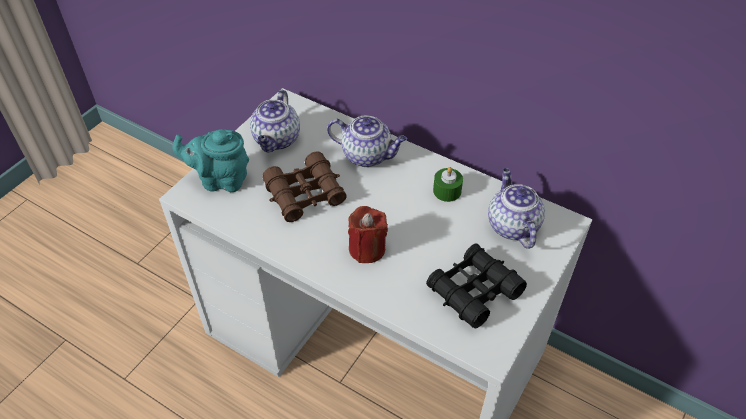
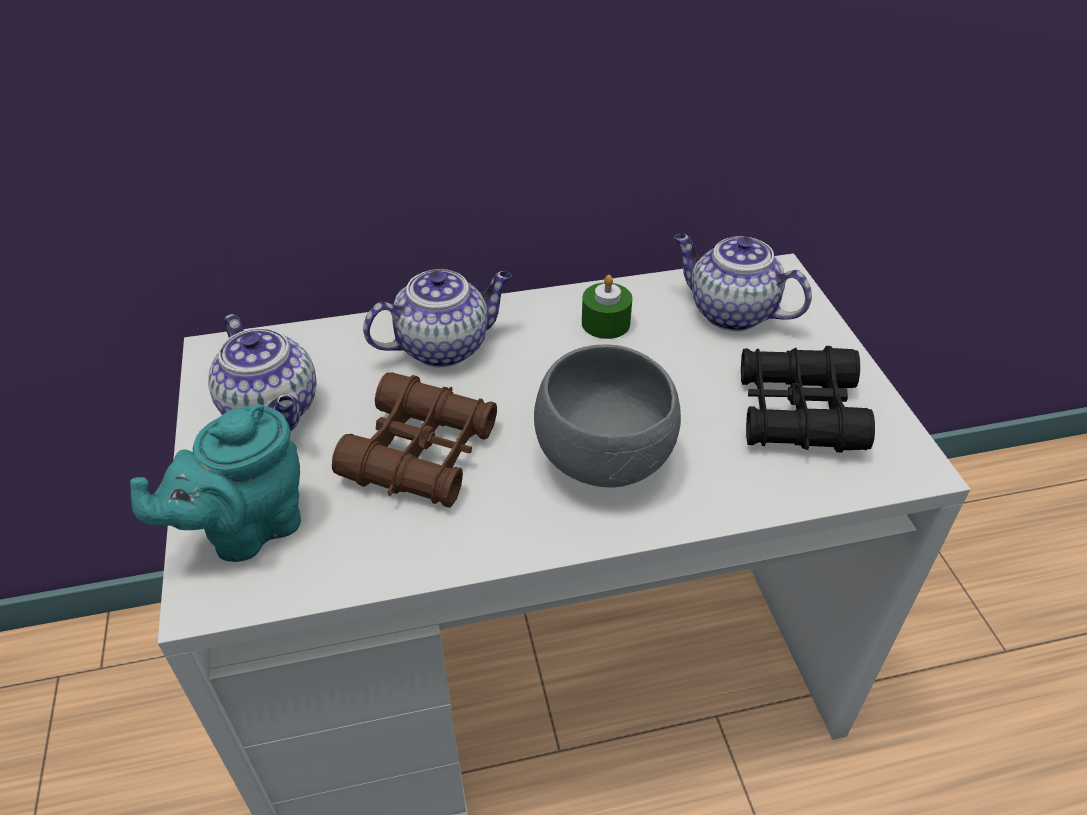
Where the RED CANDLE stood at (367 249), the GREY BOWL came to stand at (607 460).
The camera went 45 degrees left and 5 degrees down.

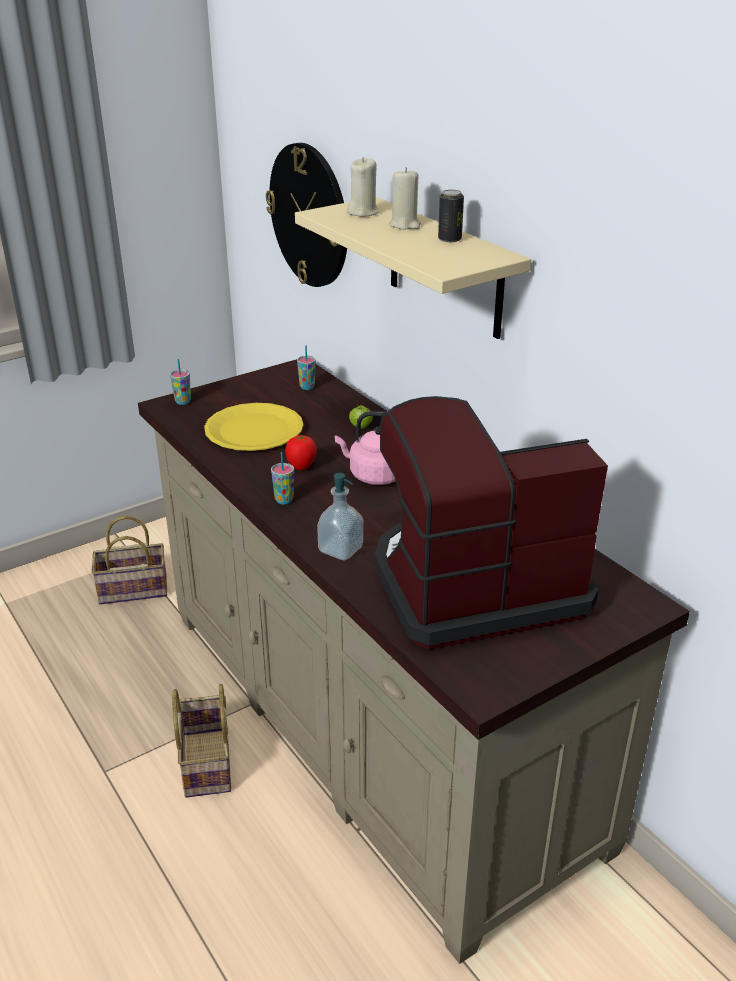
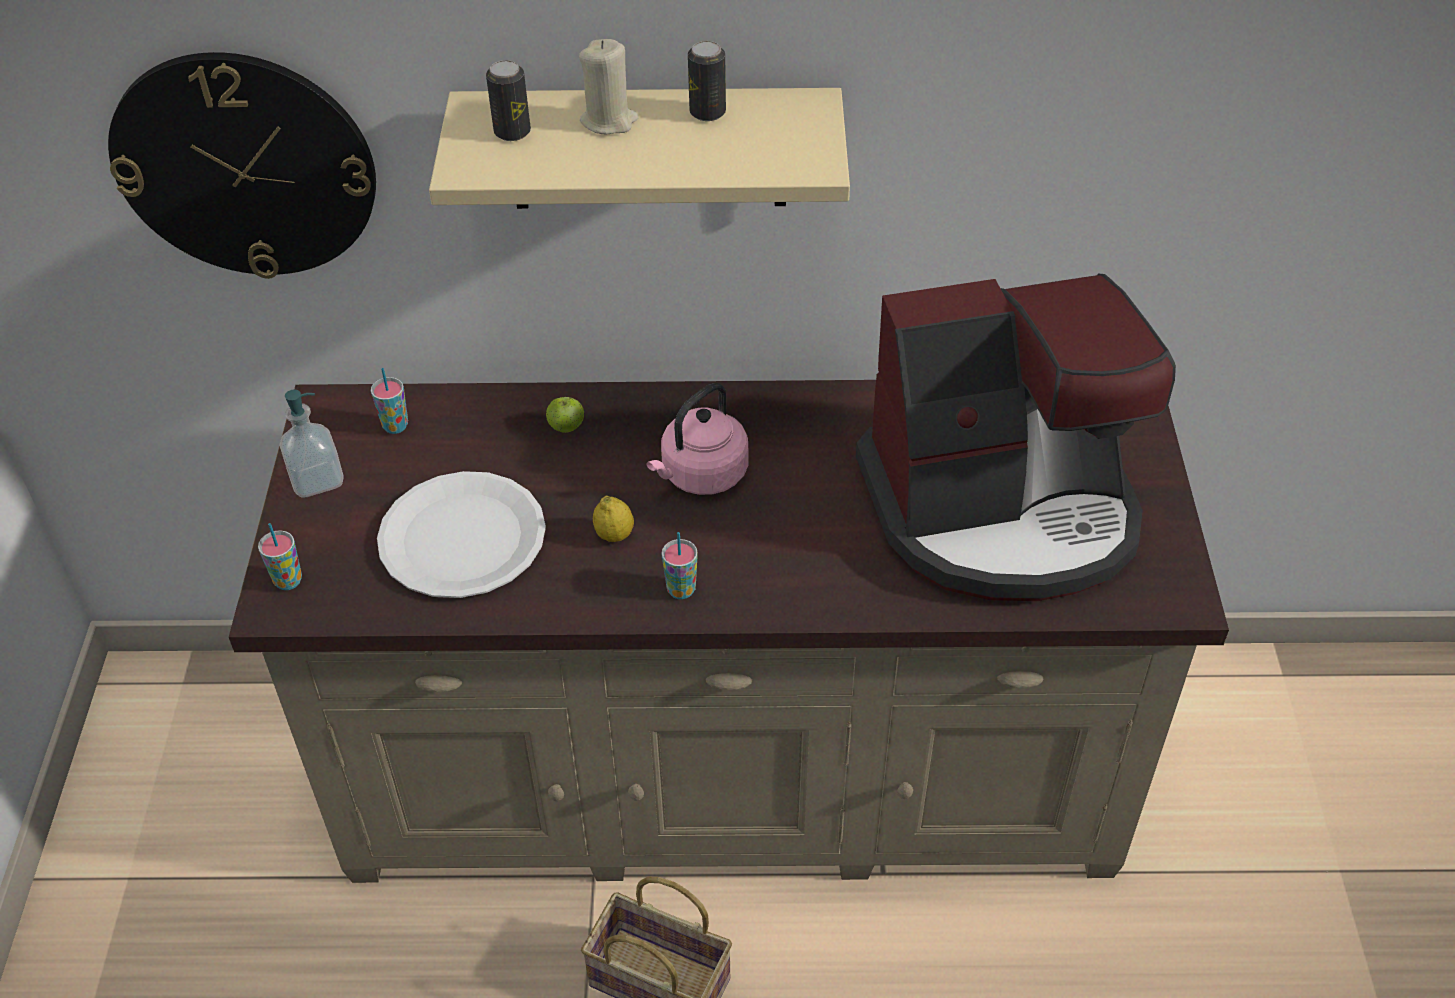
The second view lost the BASKET at (131 591).
The SOAP DISPENSER ended up elsewhere, having gone from (340 550) to (317 480).
Where the TOMATO stood at (301 467), the LEMON came to stand at (614 535).
Where the BEIGE CANDLE stood at (363 212), the CAN came to stand at (512 132).
What was the YELLOW PLATE at (254 430) turned into the WHITE PLATE at (462 537).
The COFFEE MACHINE at (473 586) ended up facing another way, 120 degrees counterclockwise from before.
The camera went 55 degrees left and 15 degrees up.

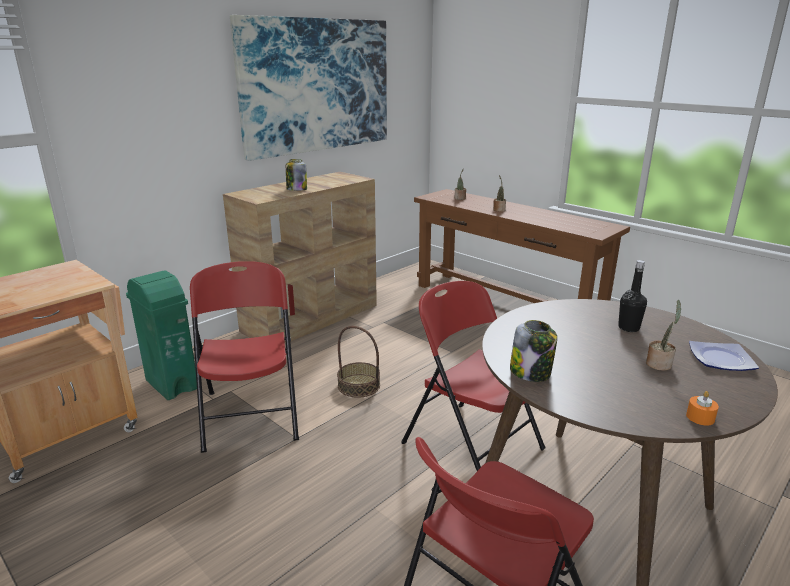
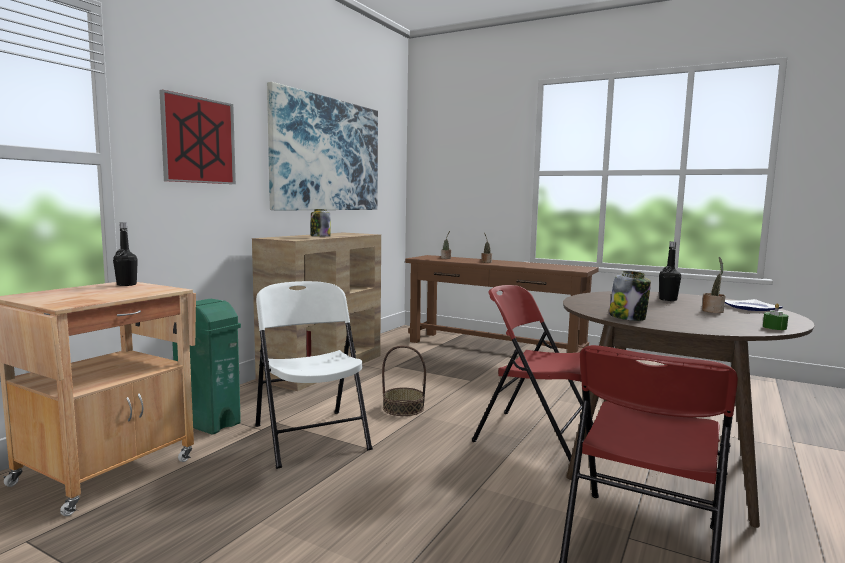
The second view gained the BLACK BOTTLE at (126 284).
The second view gained the PICTURE at (198 140).
What was the RED CHAIR at (252 415) turned into the WHITE CHAIR at (311 437).
What was the ORANGE CANDLE at (700 417) turned into the GREEN CANDLE at (774 327).
The camera went 15 degrees left and 15 degrees down.

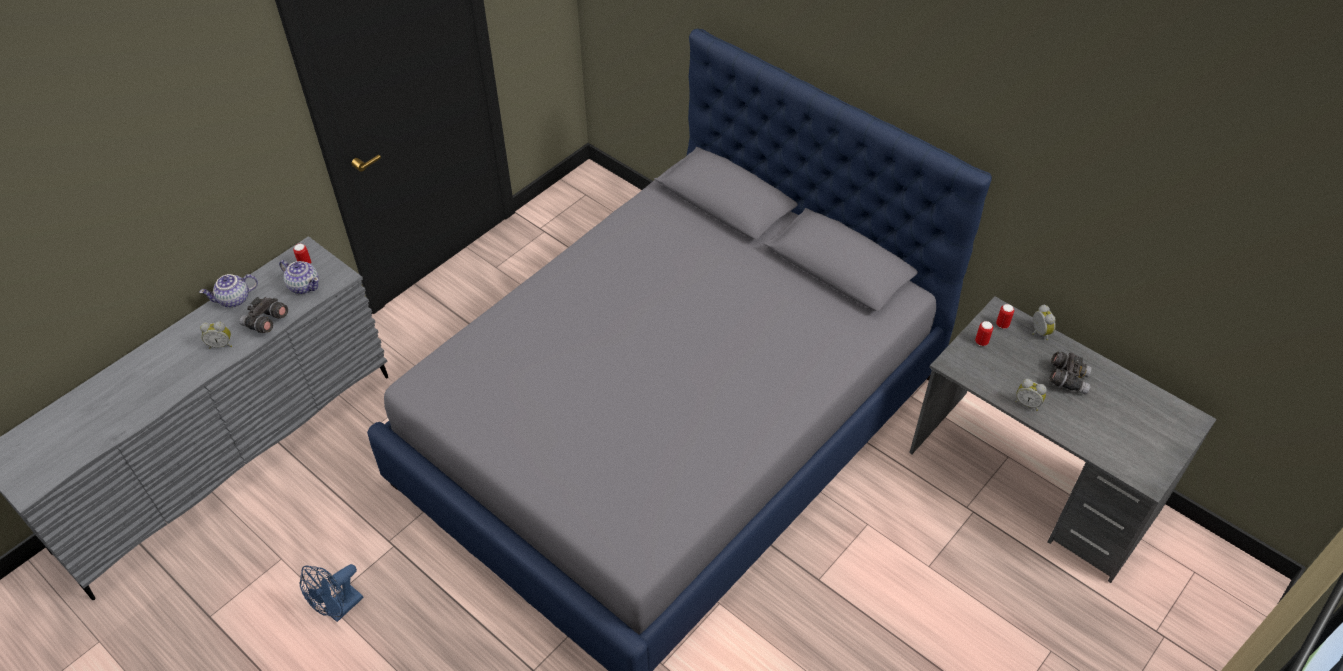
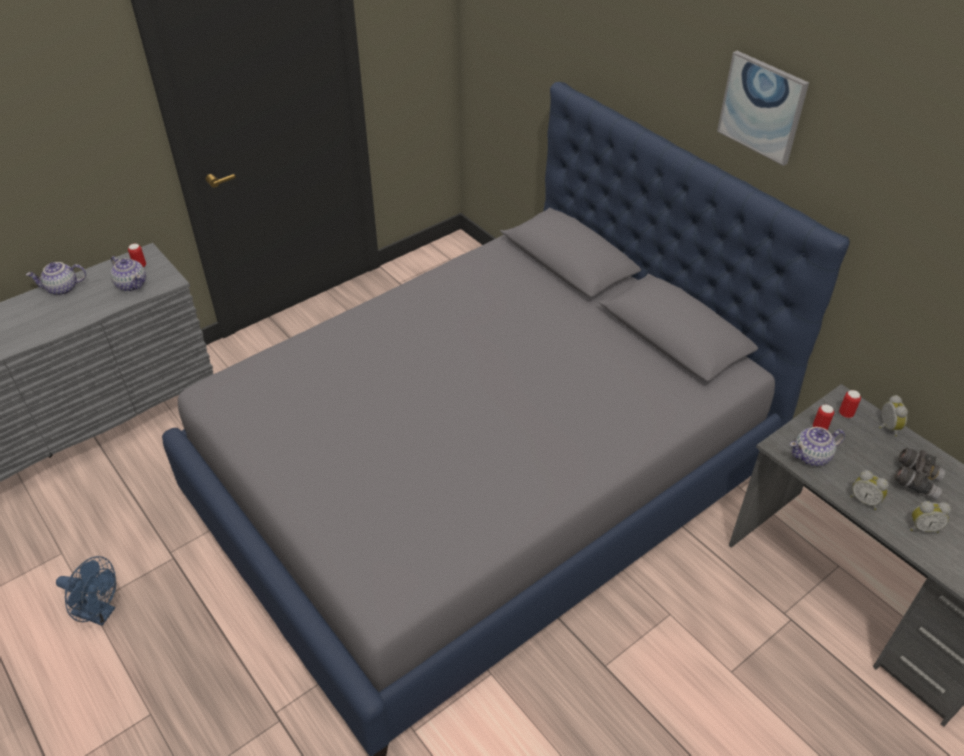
The second view lost the GREY BINOCULARS at (266 323).
The second view gained the PICTURE at (762 107).
The second view gained the TEAPOT at (812 456).
The ALARM CLOCK ended up elsewhere, having gone from (221 344) to (923 527).
The BLUE FAN at (339 609) ended up facing another way, 120 degrees counterclockwise from before.
The camera went 10 degrees right and 5 degrees down.

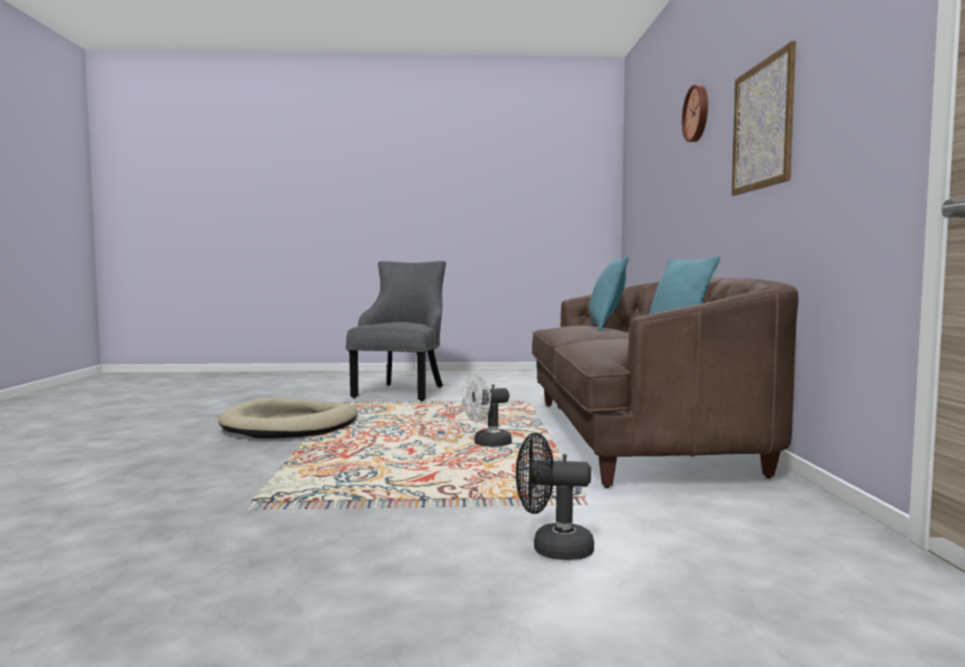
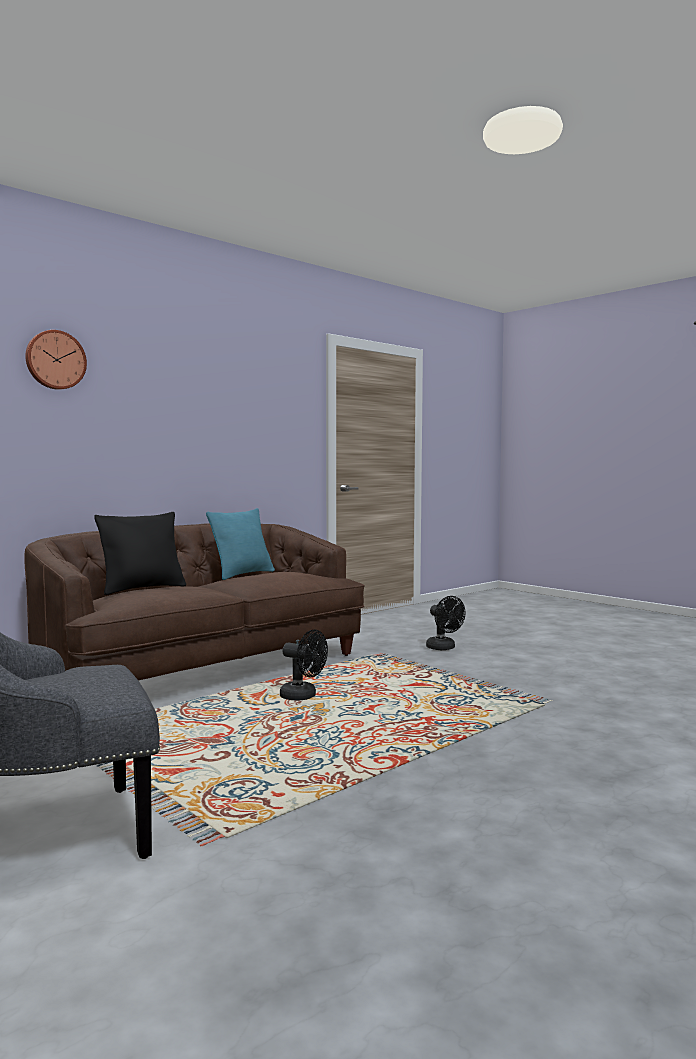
The second view lost the BEIGE DOG BED at (291 425).
The second view lost the PICTURE at (763 124).
What was the WHITE FAN at (486 444) turned into the BLACK FAN at (303 697).
What was the TURQUOISE PILLOW at (606 327) turned into the BLACK PILLOW at (142 589).
The camera went 130 degrees left and 0 degrees up.

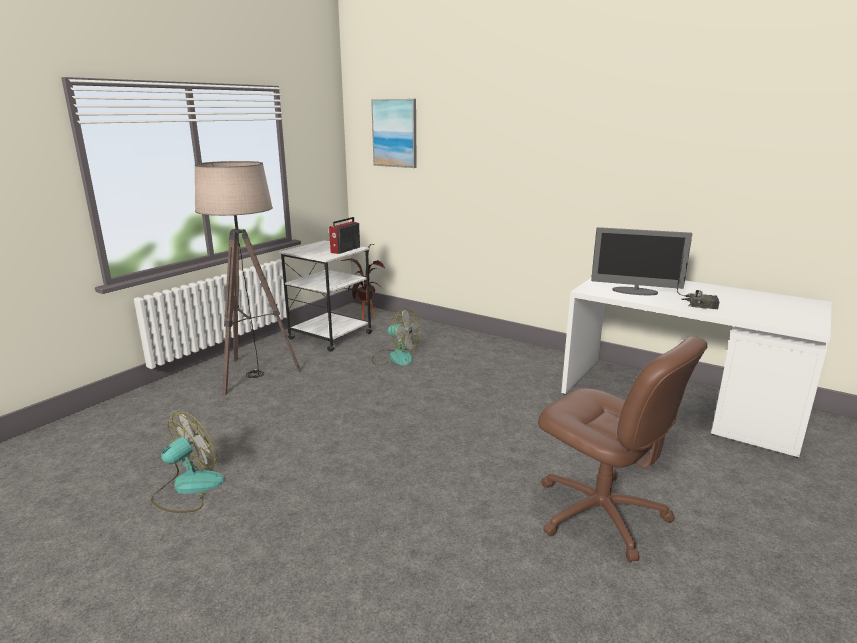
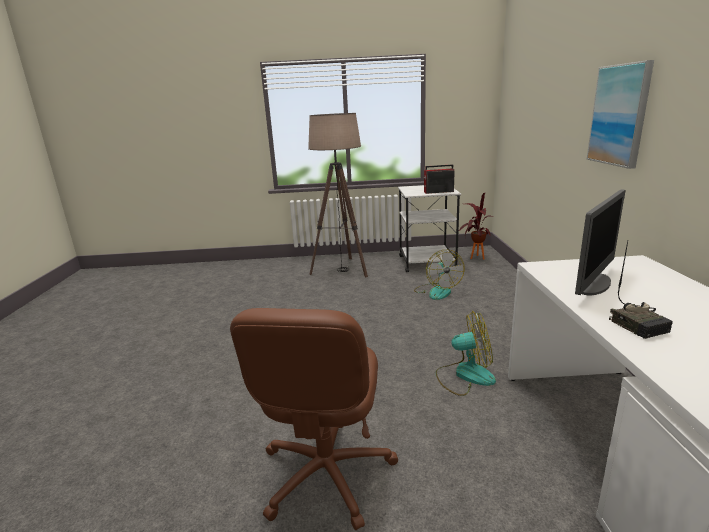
The FAN ended up elsewhere, having gone from (188 488) to (465 375).
The PICTURE ended up elsewhere, having gone from (395 133) to (619 115).
The MONITOR at (635 291) ended up facing another way, 120 degrees counterclockwise from before.
The camera went 55 degrees right and 0 degrees up.

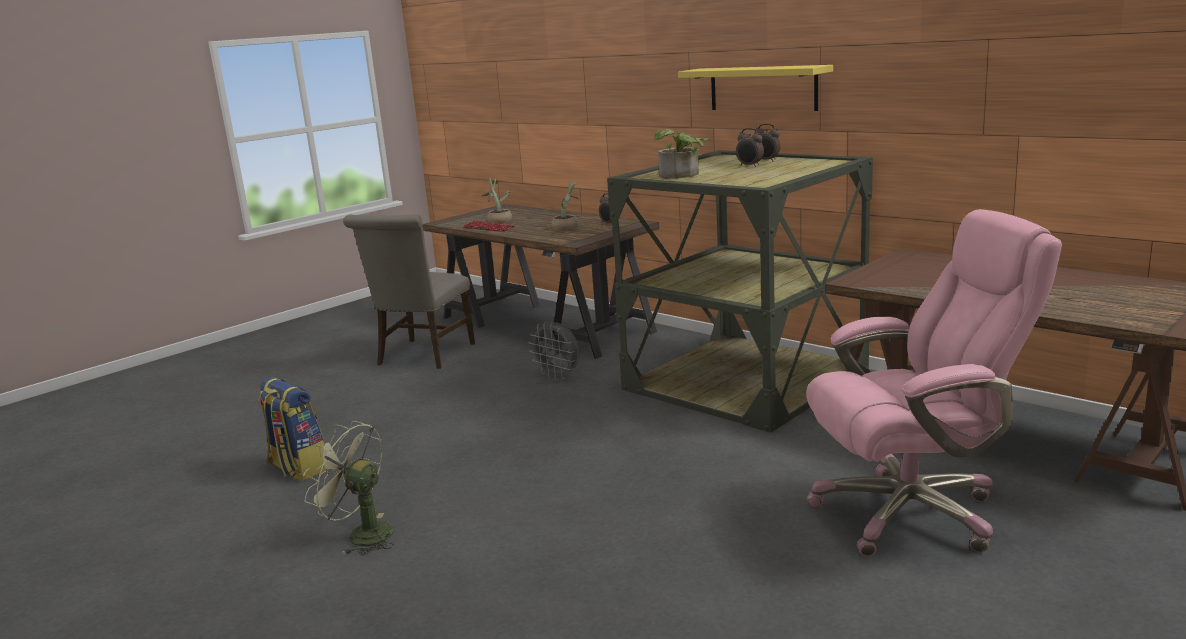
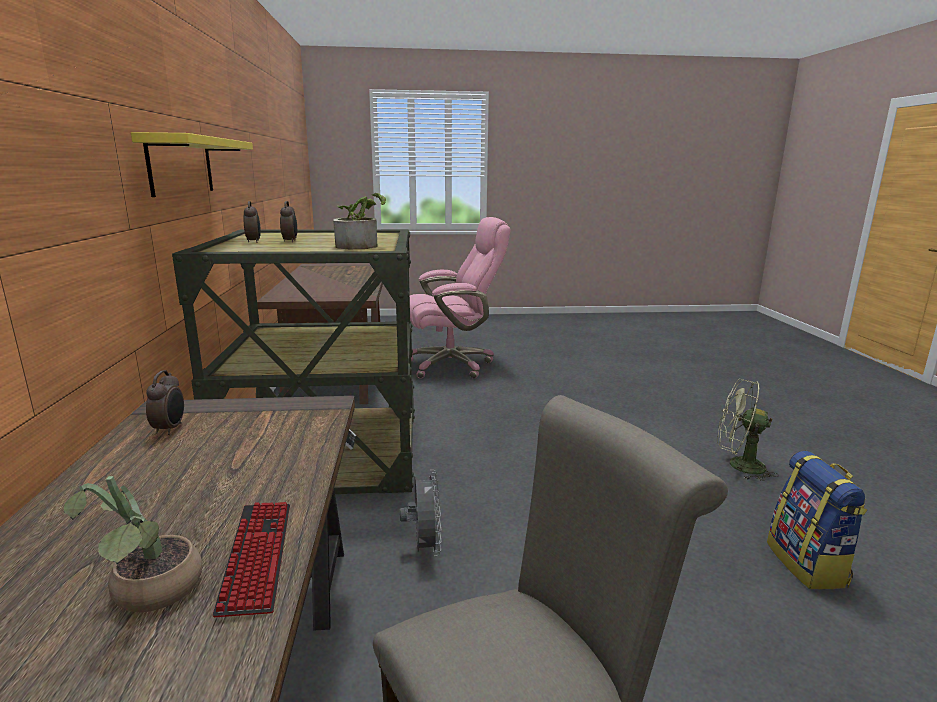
The second view lost the POTTED PLANT at (568 227).
The GREEN FAN at (361 534) ended up facing another way, 135 degrees clockwise from before.
The PINK OFFICE CHAIR at (914 515) ended up facing another way, 135 degrees clockwise from before.
The camera went 140 degrees left and 0 degrees up.

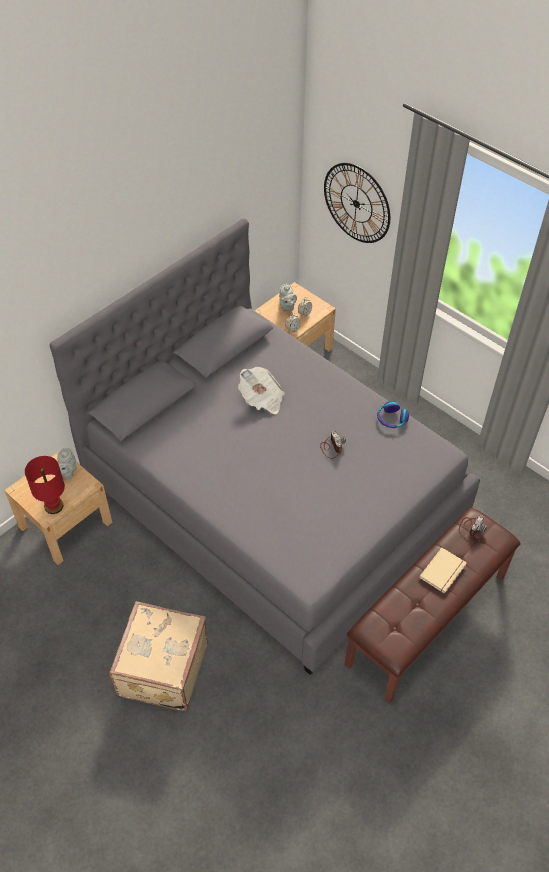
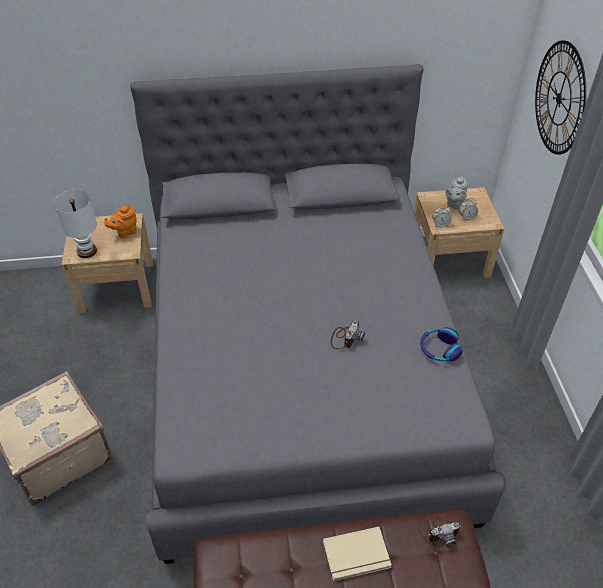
The second view lost the NEWSPAPER at (262 399).
What was the RED TABLE LAMP at (54 506) turned into the WHITE TABLE LAMP at (87 251).
What was the GREY TEAPOT at (67 472) turned into the ORANGE TEAPOT at (125 232).
The camera went 40 degrees right and 5 degrees down.

